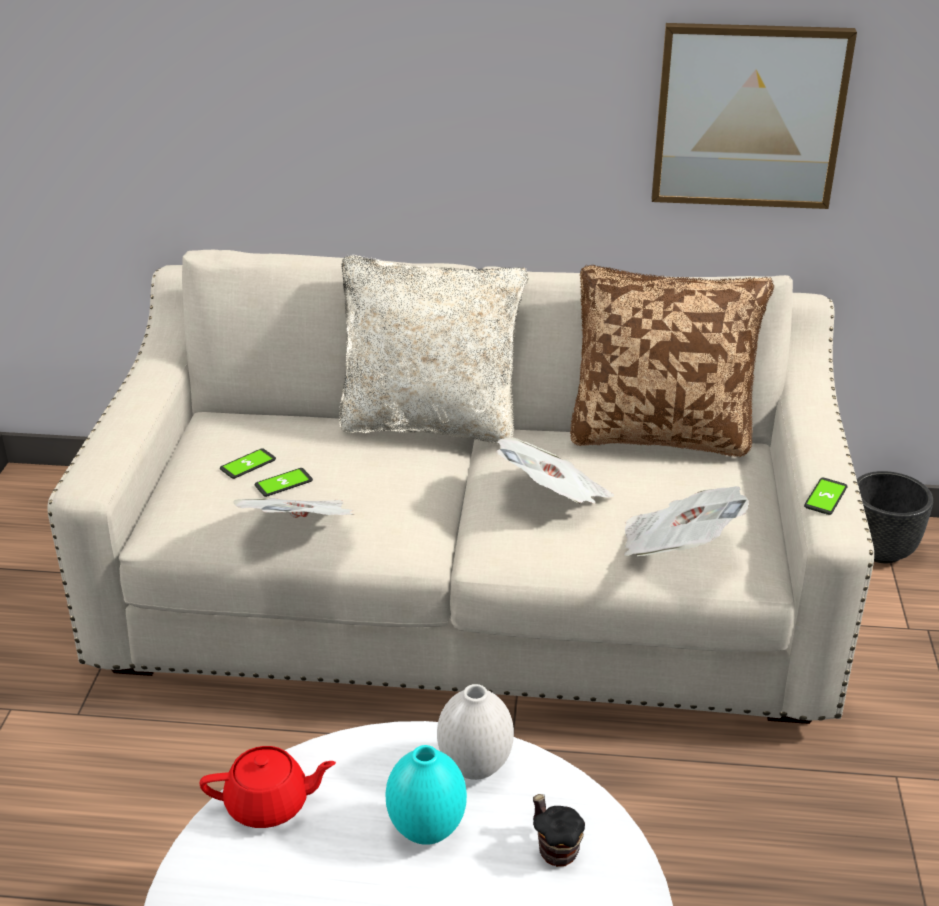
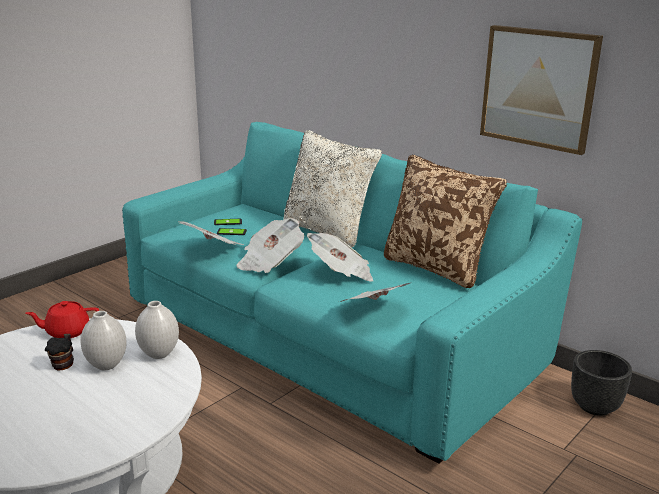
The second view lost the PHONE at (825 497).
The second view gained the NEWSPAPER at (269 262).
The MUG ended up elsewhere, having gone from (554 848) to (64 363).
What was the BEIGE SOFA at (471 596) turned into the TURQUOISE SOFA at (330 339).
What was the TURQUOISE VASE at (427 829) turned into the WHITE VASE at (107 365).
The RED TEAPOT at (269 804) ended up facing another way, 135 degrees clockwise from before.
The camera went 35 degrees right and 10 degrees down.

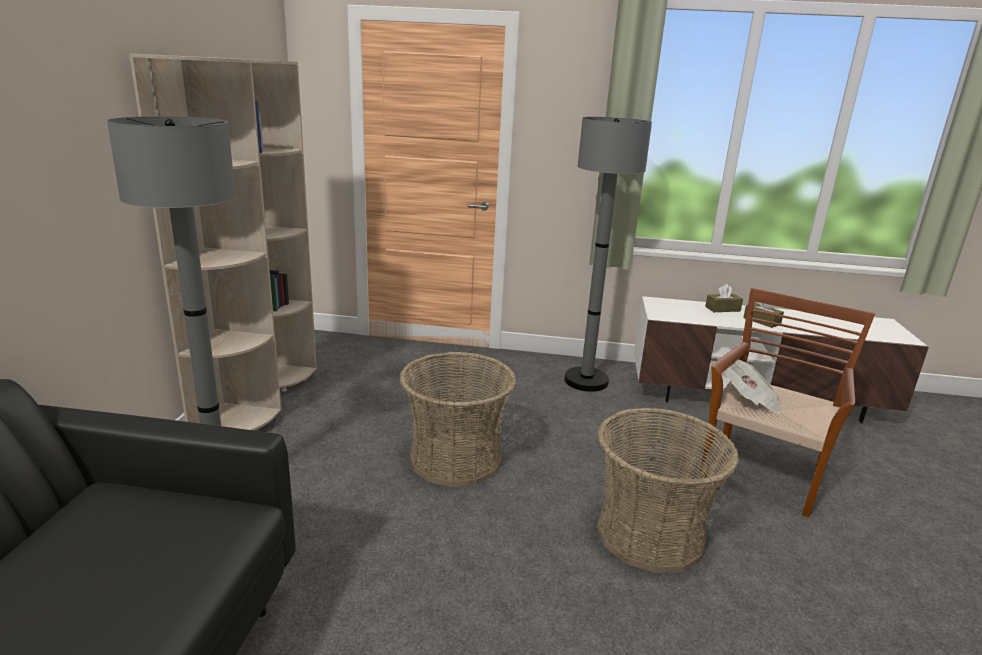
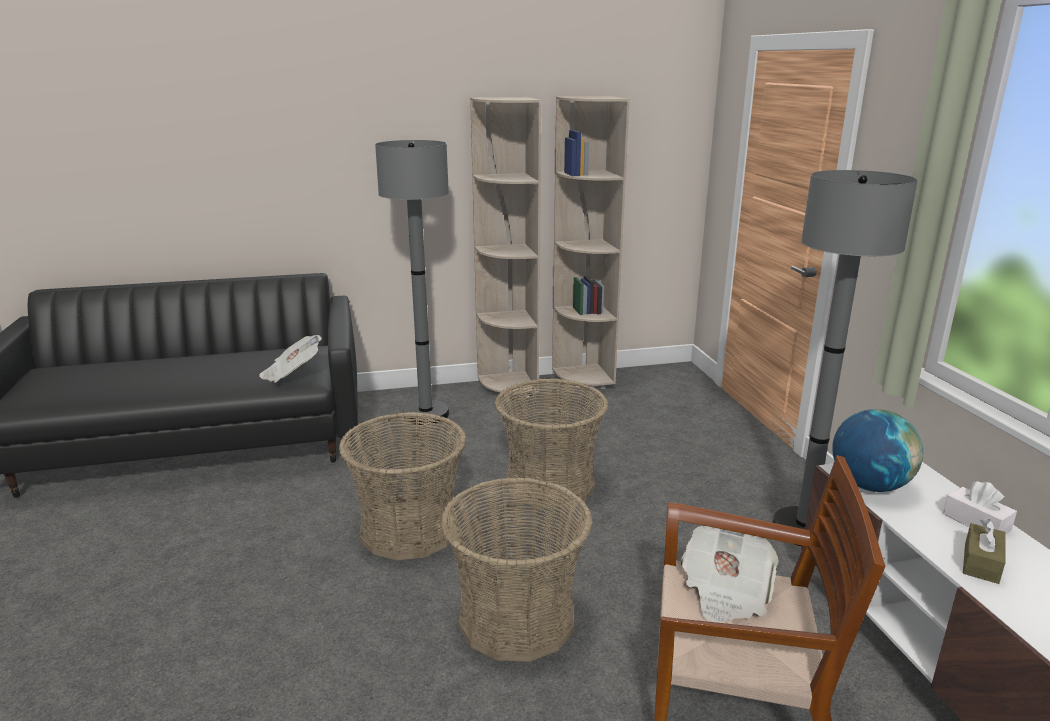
The second view gained the NEWSPAPER at (292 374).
The second view gained the BASKET at (409 529).
The second view gained the GLOBE at (869 485).
What was the BROWN TISSUE BOX at (722 309) turned into the WHITE TISSUE BOX at (976 522).
The camera went 70 degrees right and 0 degrees up.

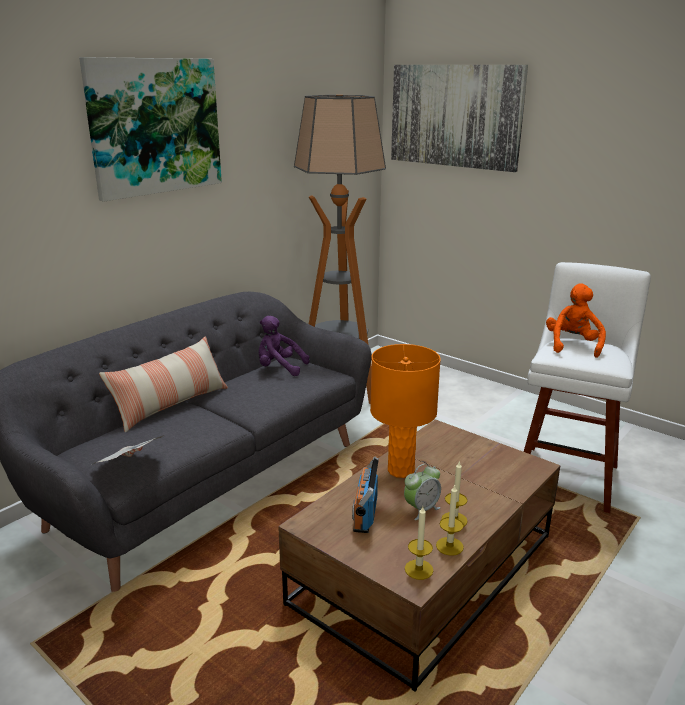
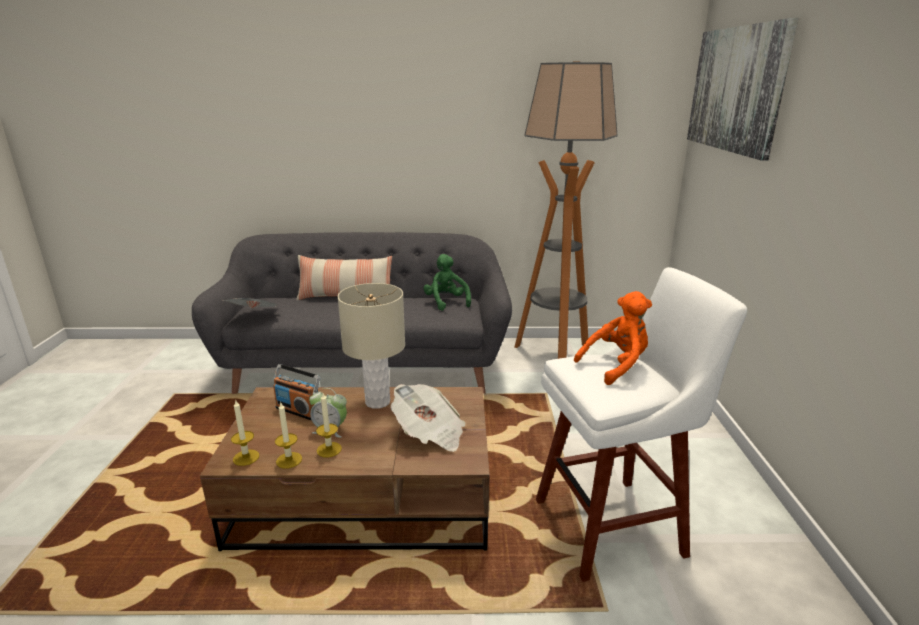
The second view lost the PICTURE at (155 126).
The second view gained the NEWSPAPER at (430 433).
What was the PURPLE PLUSH TOY at (279 368) turned into the GREEN PLUSH TOY at (446 302).
What was the ORANGE TABLE LAMP at (400 470) turned into the BEIGE TABLE LAMP at (378 401).
The RADIO at (364 515) ended up facing another way, 120 degrees counterclockwise from before.
The camera went 50 degrees right and 0 degrees up.

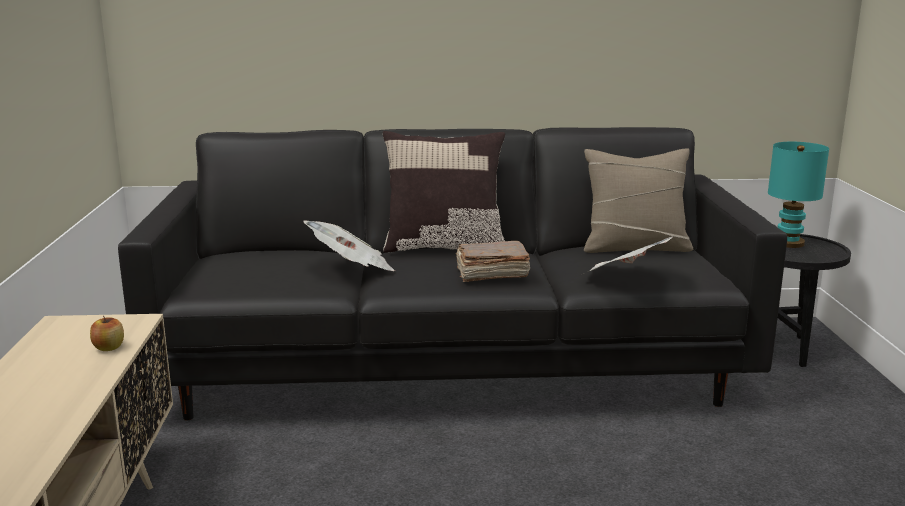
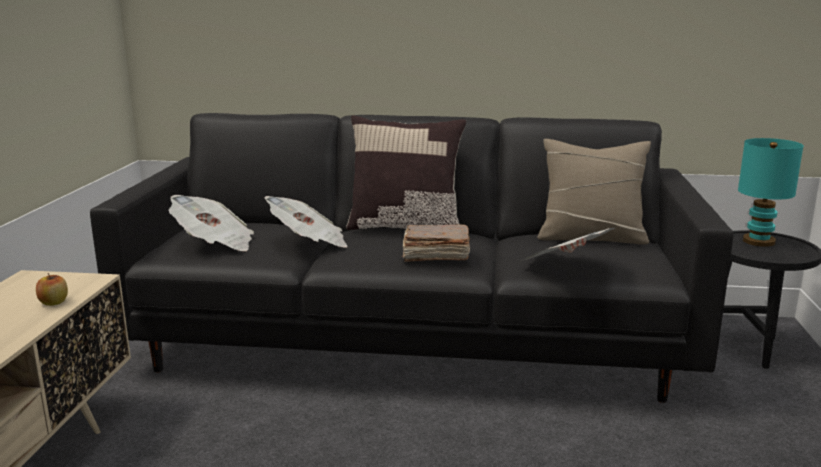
The second view gained the NEWSPAPER at (215 244).
The camera went 10 degrees right and 0 degrees up.

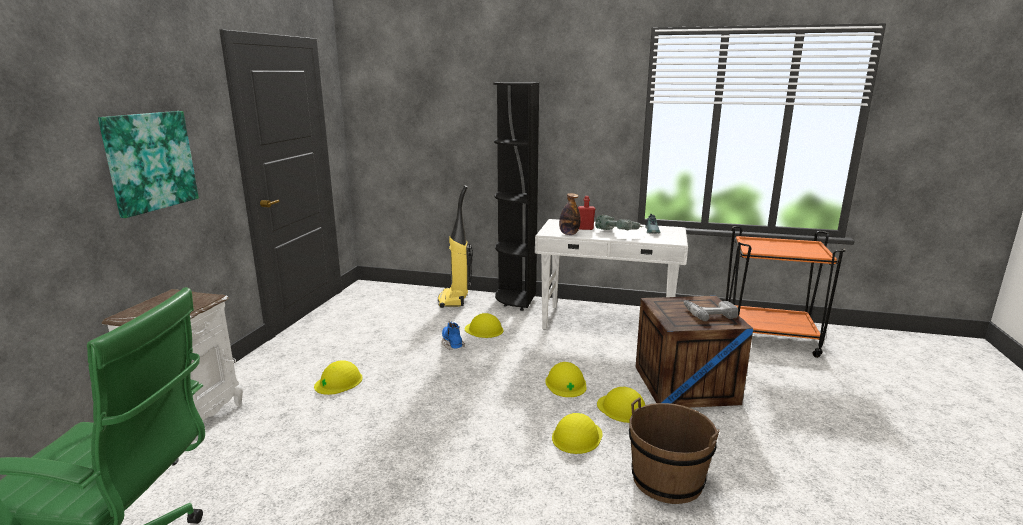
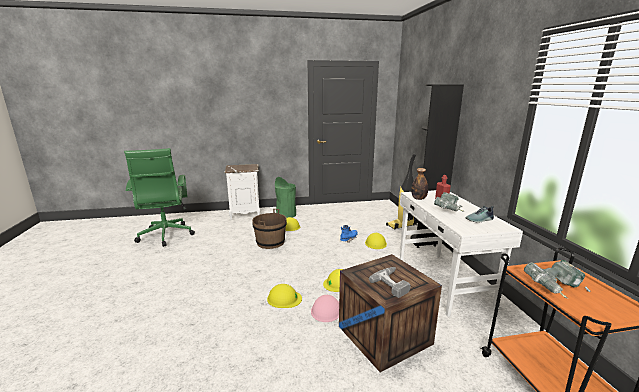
The second view lost the PICTURE at (150 161).
The second view gained the GREEN TRASH CAN at (286 214).
The second view gained the POWER DRILL at (556 289).
The BROWN BUCKET ended up elsewhere, having gone from (667 480) to (270 242).
What was the YELLOW HARD HAT at (622 408) turned into the PINK HARD HAT at (326 310).
The camera went 65 degrees right and 0 degrees up.

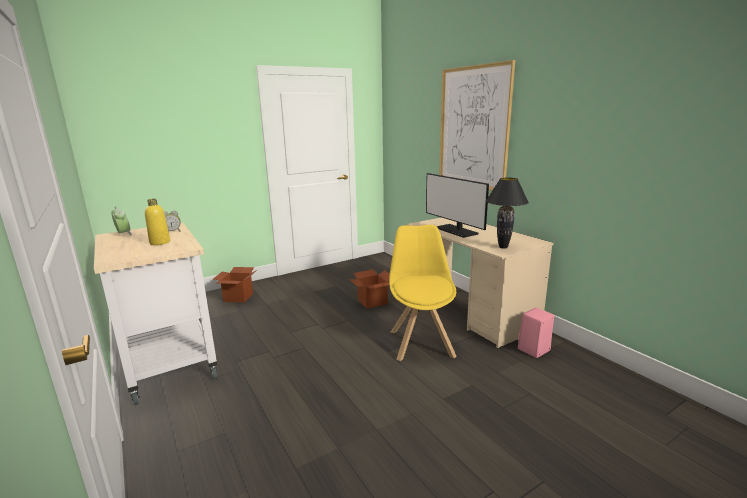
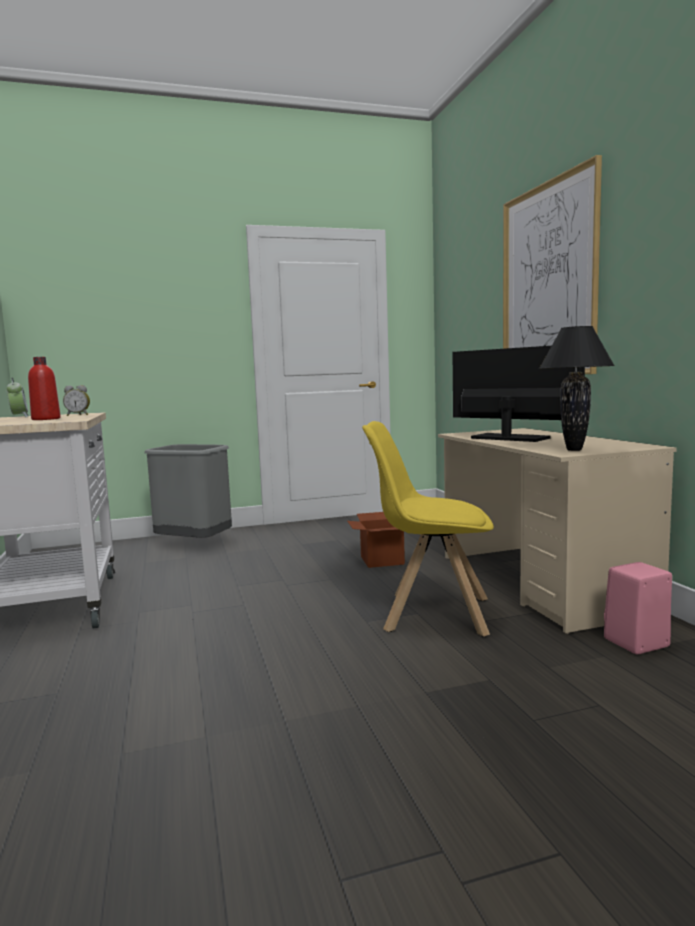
Where the CARDBOARD BOX stood at (238 297), the GREY TRASH CAN came to stand at (194 544).
What was the YELLOW BOTTLE at (160 242) turned into the RED BOTTLE at (46 419).
The YELLOW CHAIR at (421 342) ended up facing another way, 90 degrees counterclockwise from before.
The MONITOR at (456 231) ended up facing another way, 150 degrees clockwise from before.
The camera went 15 degrees right and 10 degrees down.

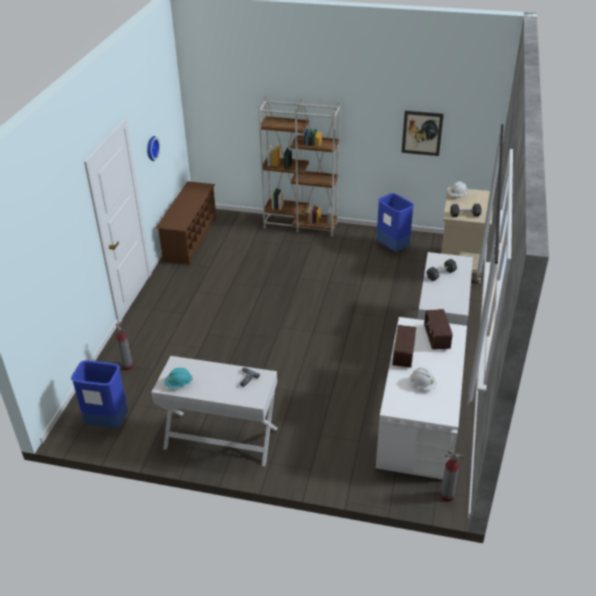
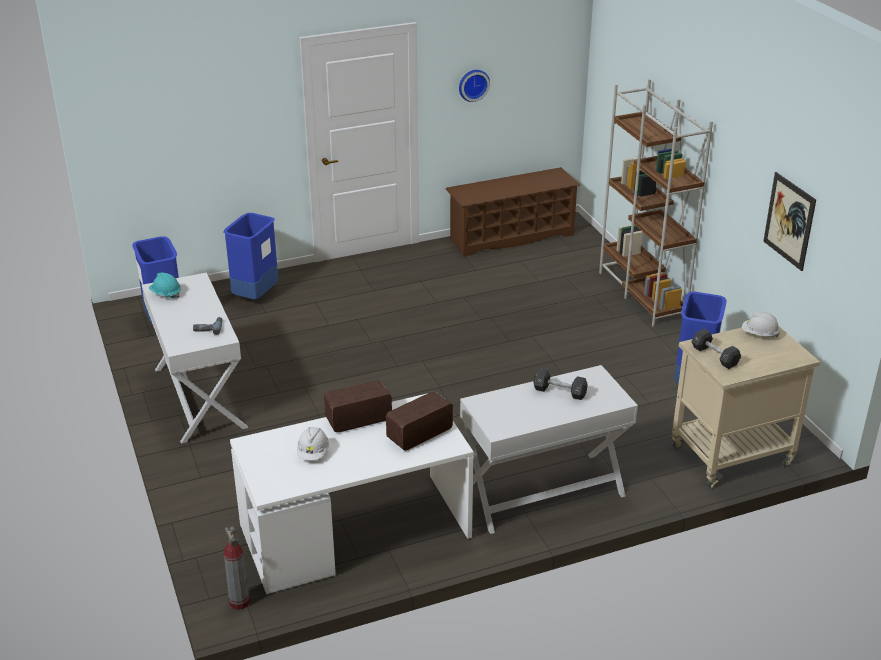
Where the FIRE EXTINGUISHER stood at (127 366), the BLUE TRASH CAN came to stand at (255 295).
The camera went 55 degrees right and 5 degrees down.

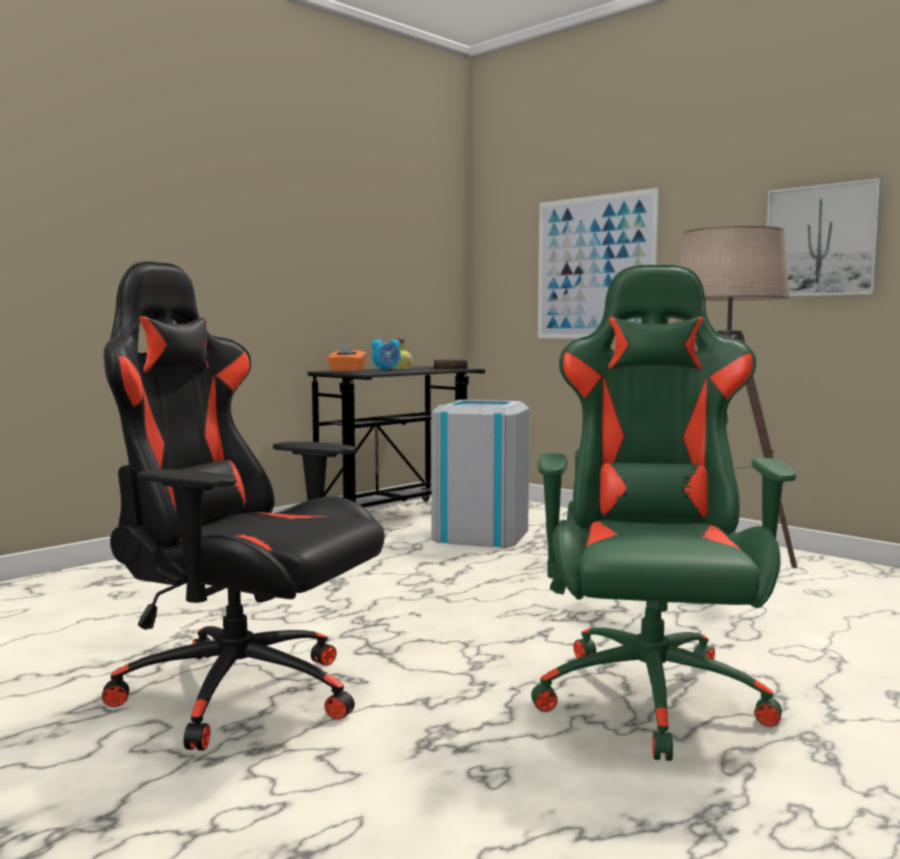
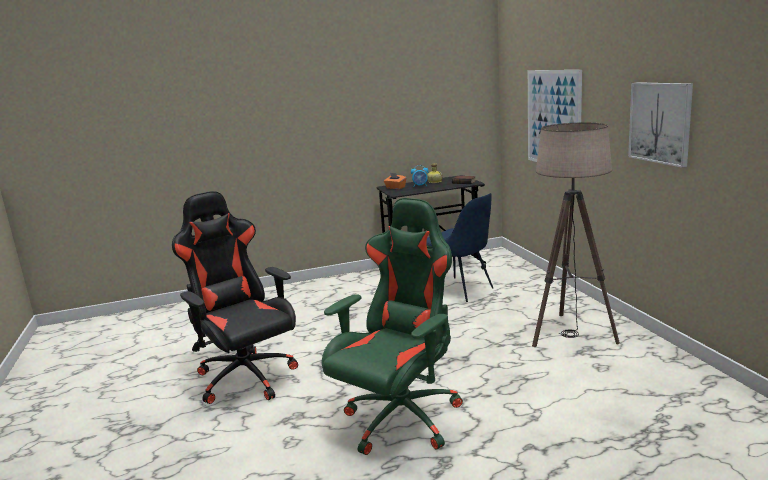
Where the GREY TRASH CAN stood at (481 535), the BLUE CHAIR came to stand at (461 289).
The camera went 30 degrees right and 10 degrees up.

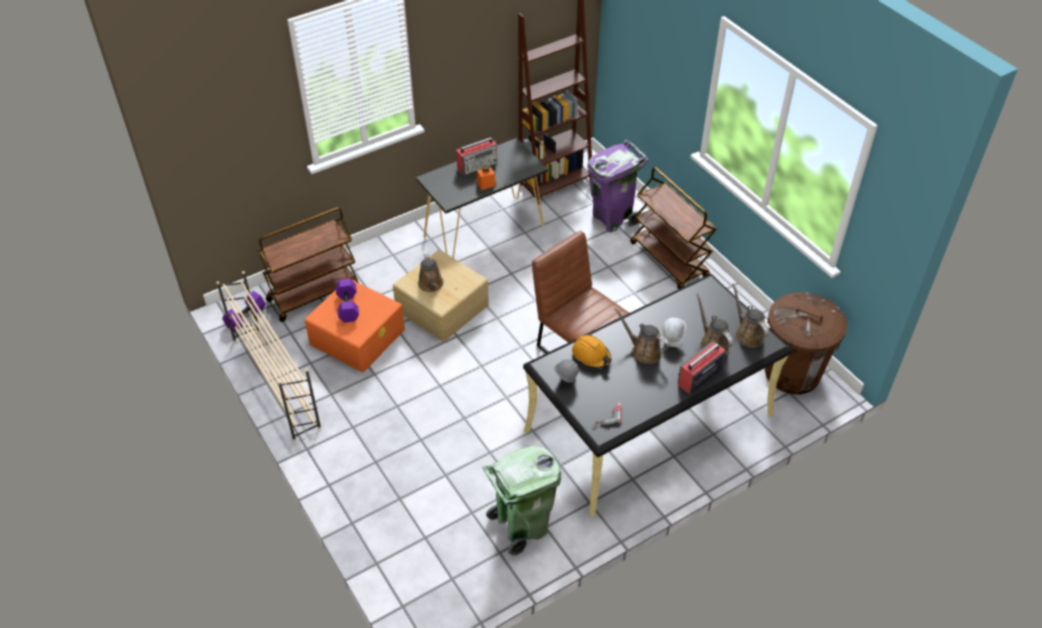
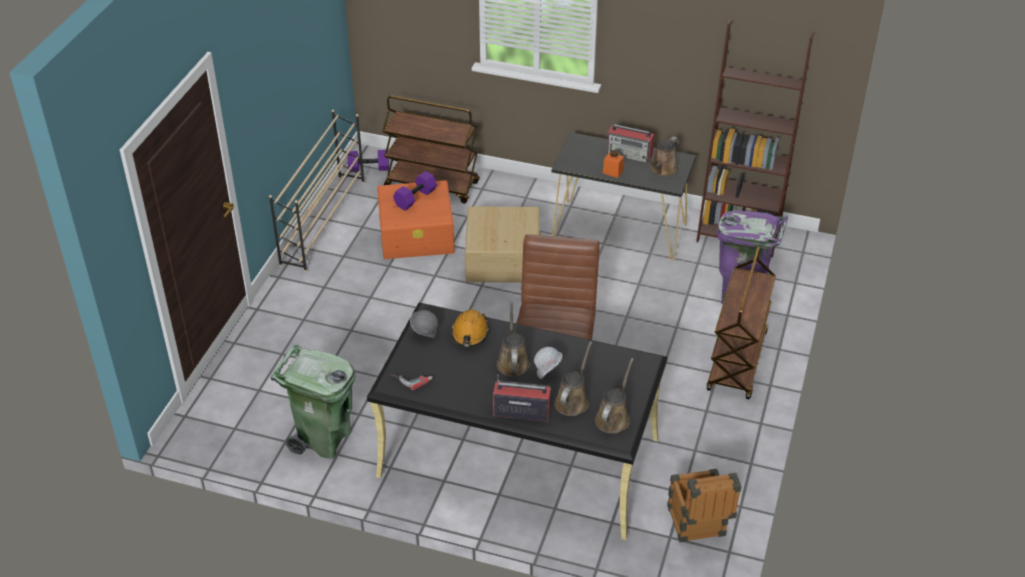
The BROWN WATERING CAN ended up elsewhere, having gone from (431 285) to (663 170).
Where the BROWN TRASH CAN stood at (792 373), the CRATE came to stand at (698 527).
The camera went 50 degrees right and 5 degrees down.

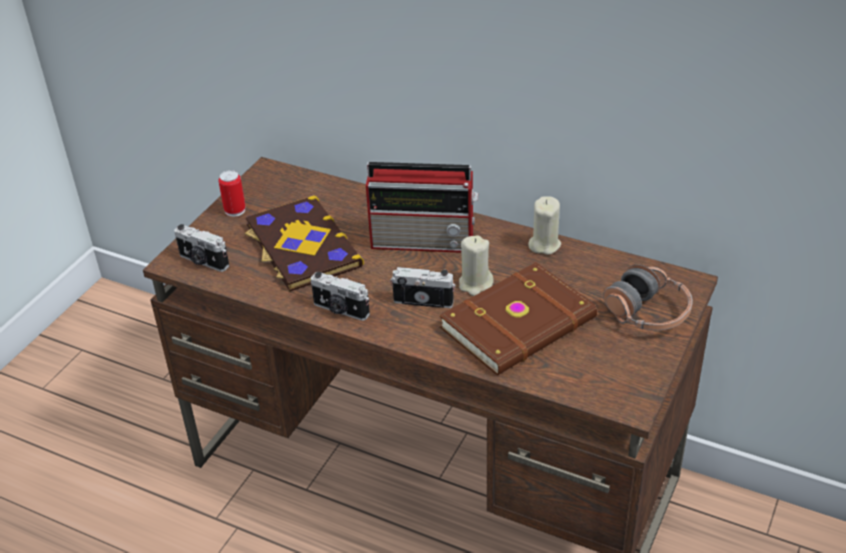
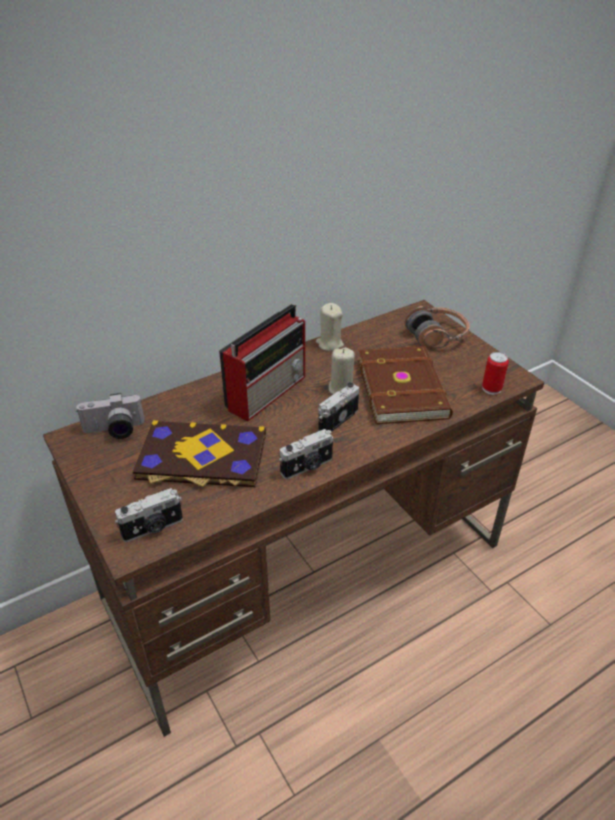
The second view gained the PHOTO CAMERA at (114 431).
The CAN ended up elsewhere, having gone from (235 210) to (491 388).
The camera went 60 degrees left and 0 degrees up.

